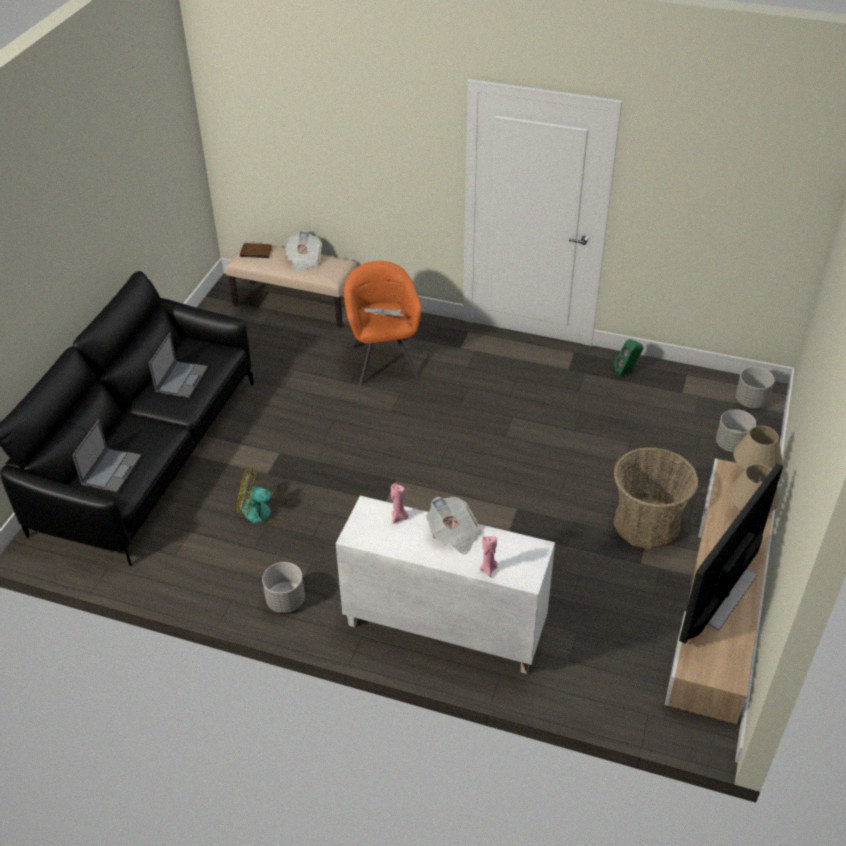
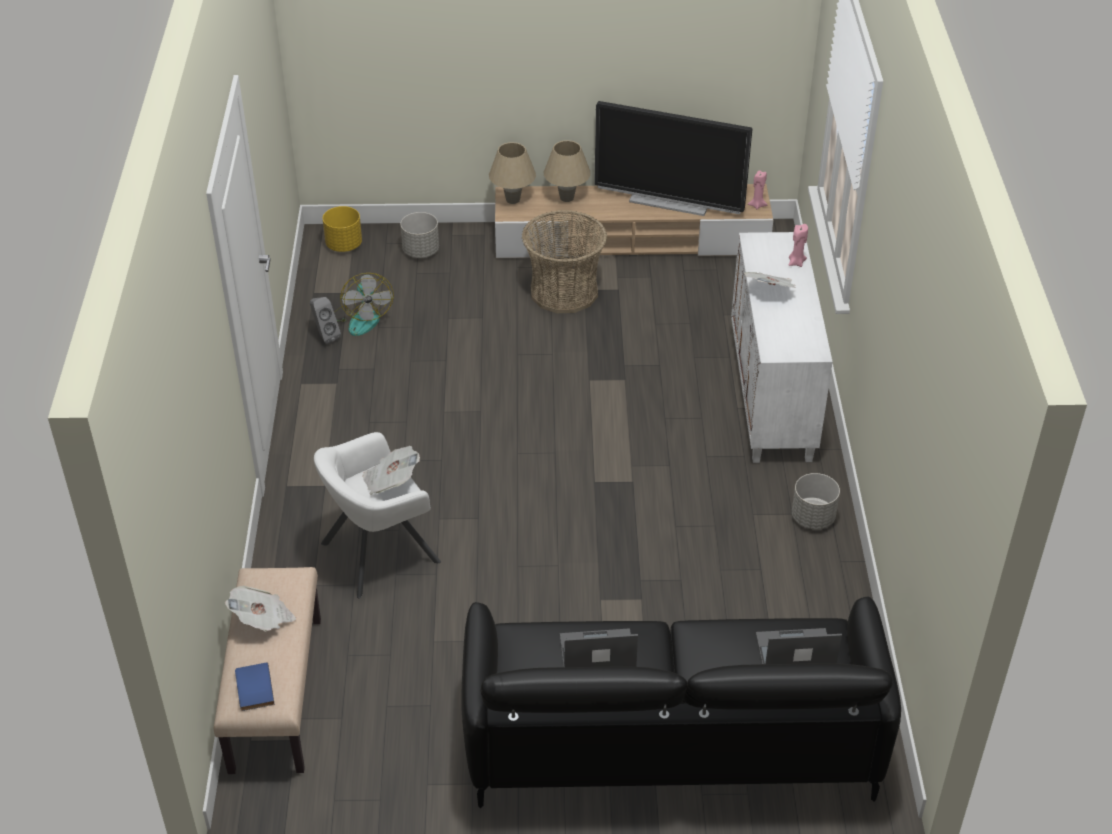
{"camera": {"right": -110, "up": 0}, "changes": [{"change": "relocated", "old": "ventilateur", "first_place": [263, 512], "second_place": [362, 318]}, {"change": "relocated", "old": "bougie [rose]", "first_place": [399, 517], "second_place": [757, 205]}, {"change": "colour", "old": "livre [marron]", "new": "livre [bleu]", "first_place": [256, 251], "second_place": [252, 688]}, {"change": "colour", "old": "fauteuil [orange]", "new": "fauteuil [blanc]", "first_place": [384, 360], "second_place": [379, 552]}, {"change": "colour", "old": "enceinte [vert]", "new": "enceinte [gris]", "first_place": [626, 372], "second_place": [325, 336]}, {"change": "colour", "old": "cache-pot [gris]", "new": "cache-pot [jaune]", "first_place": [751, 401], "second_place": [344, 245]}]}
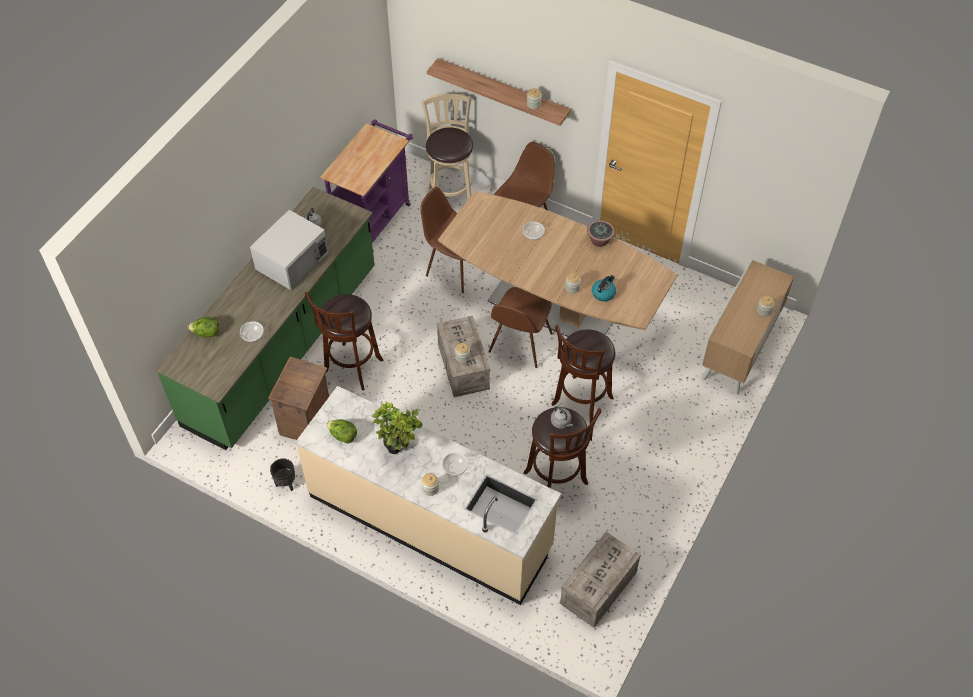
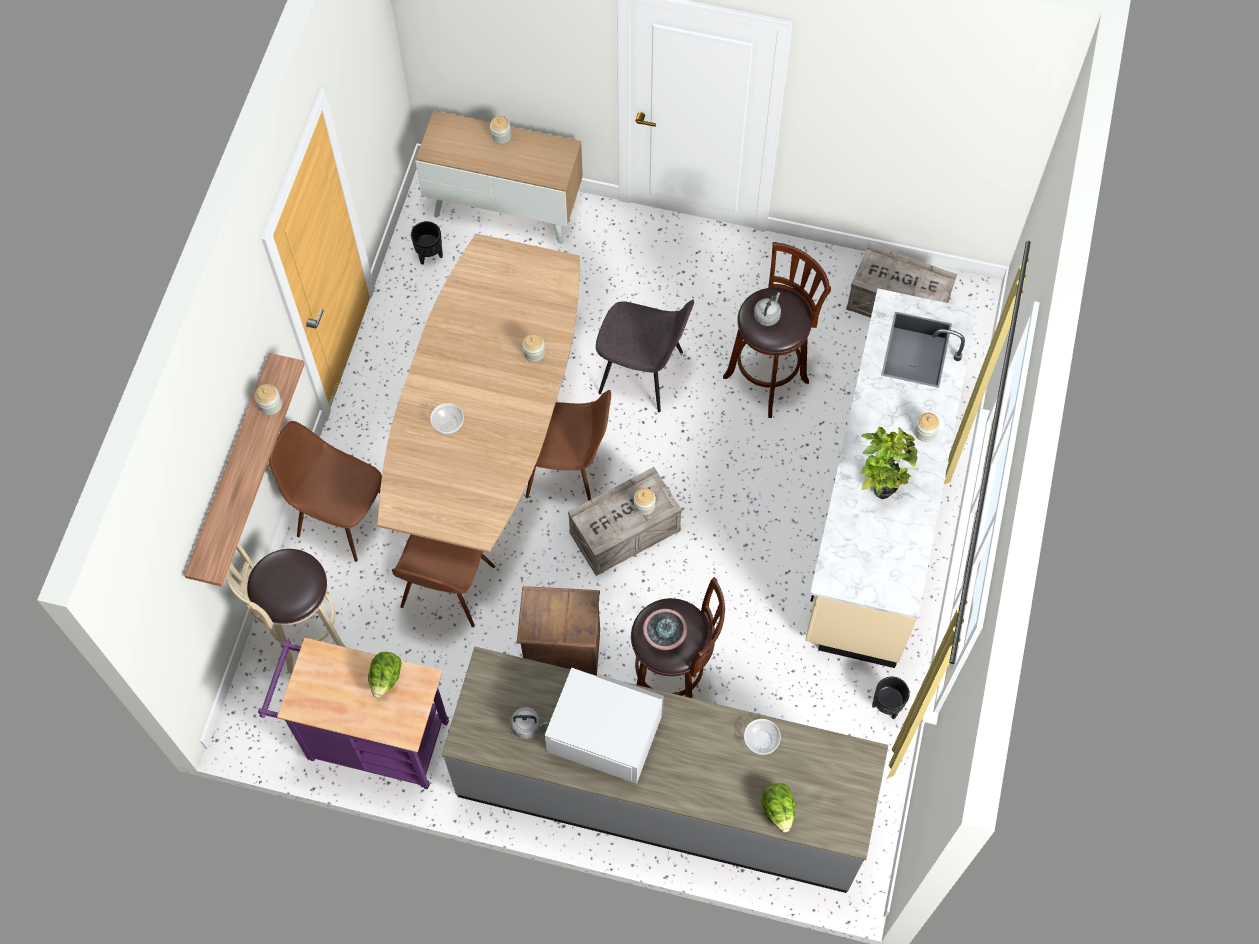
{"camera": {"right": -105, "up": 10}, "changes": [{"change": "missing", "old": "bol", "first_place": [455, 468]}, {"change": "missing", "old": "bouilloire", "first_place": [603, 293]}, {"change": "appeared", "new": "cache-pot [noir]", "second_place": [429, 255]}, {"change": "relocated", "old": "caisse", "first_place": [306, 420], "second_place": [562, 651]}, {"change": "relocated", "old": "laitue", "first_place": [343, 436], "second_place": [386, 678]}, {"change": "relocated", "old": "plante en pot", "first_place": [599, 241], "second_place": [664, 638]}, {"change": "exchanged", "old": "tabouret [marron]", "new": "chaise [gris]", "first_place": [580, 403], "second_place": [643, 373]}, {"change": "colour", "old": "comptoir de cuisine [vert]", "new": "comptoir de cuisine [gris]", "first_place": [283, 346], "second_place": [662, 793]}]}
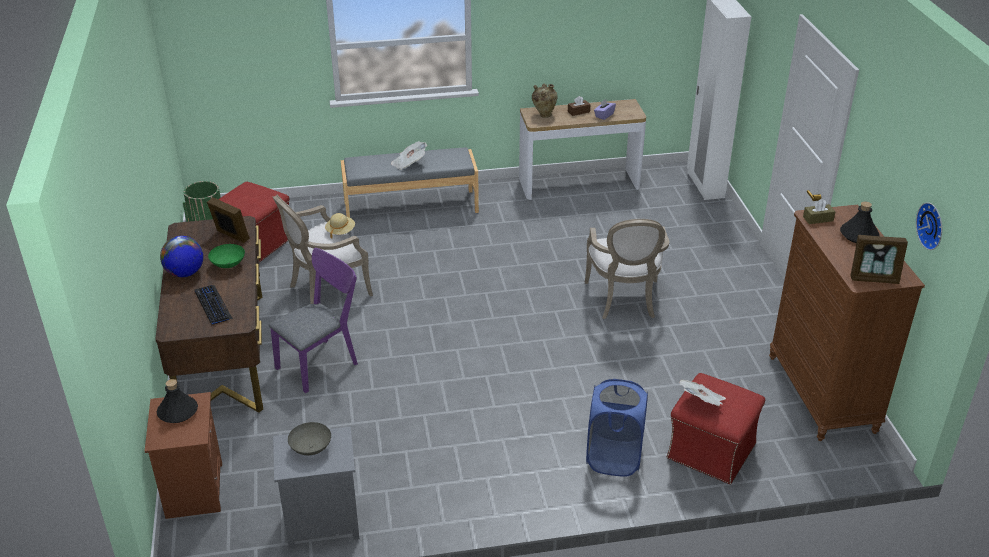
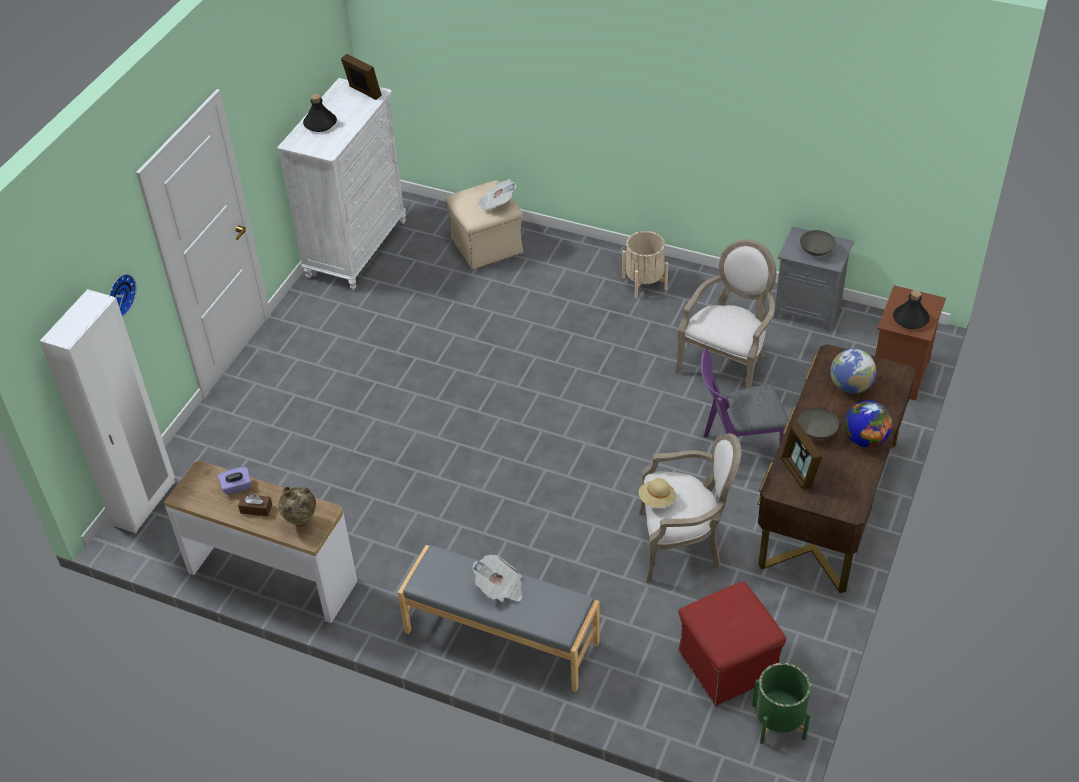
{"camera": {"right": -145, "up": 10}, "changes": [{"change": "missing", "old": "panier à linge [bleu]", "first_place": [614, 458]}, {"change": "missing", "old": "boîte à mouchoirs [marron]", "first_place": [818, 219]}, {"change": "appeared", "new": "cache-pot [beige]", "second_place": [644, 283]}, {"change": "relocated", "old": "fauteuil", "first_place": [624, 301], "second_place": [728, 364]}, {"change": "relocated", "old": "horloge murale", "first_place": [932, 225], "second_place": [119, 295]}, {"change": "exchanged", "old": "clavier", "new": "globe", "first_place": [213, 305], "second_place": [850, 386]}, {"change": "colour", "old": "bol [vert]", "new": "bol [gris]", "first_place": [229, 265], "second_place": [816, 432]}, {"change": "colour", "old": "pouf [rouge]", "new": "pouf [beige]", "first_place": [710, 451], "second_place": [487, 246]}, {"change": "colour", "old": "commode [marron]", "new": "commode [blanc]", "first_place": [822, 394], "second_place": [356, 248]}]}
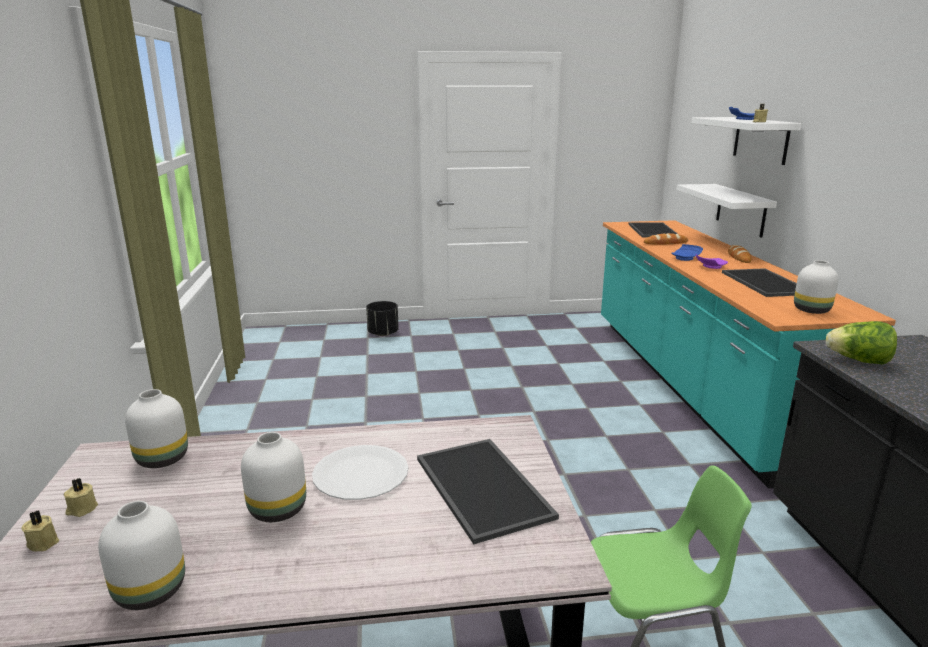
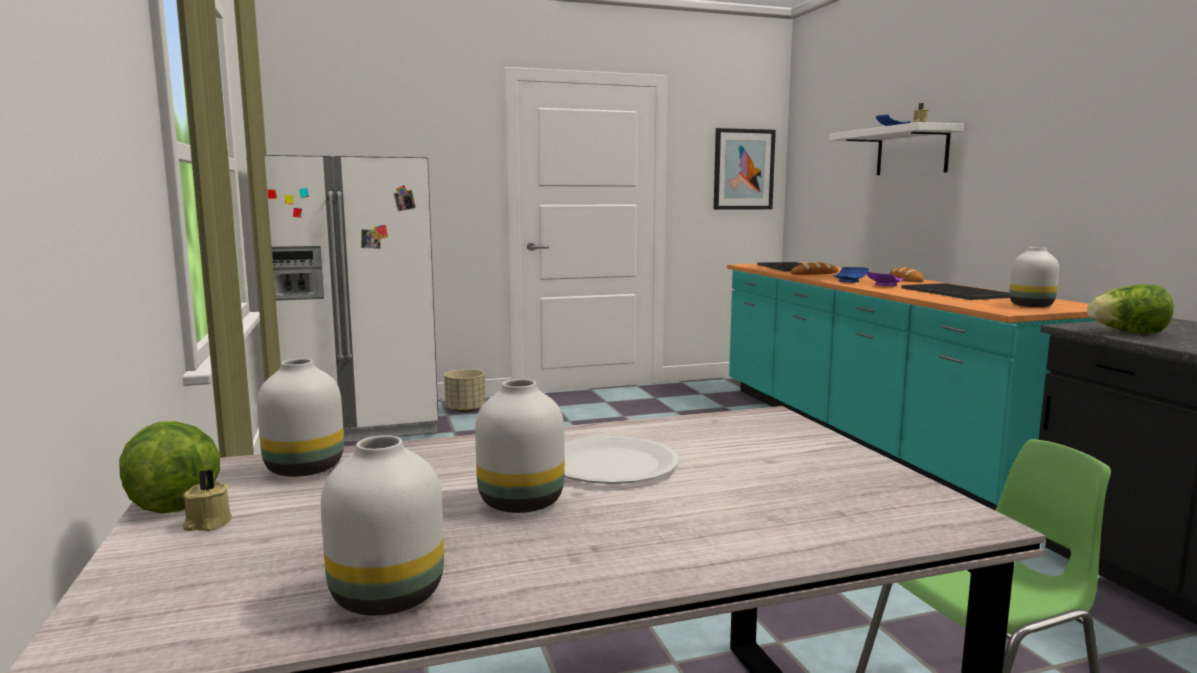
{"camera": {"right": -10, "up": -10}, "changes": [{"change": "missing", "old": "bougie [beige]", "first_place": [44, 542]}, {"change": "missing", "old": "plateau", "first_place": [485, 487]}, {"change": "missing", "old": "étagère [blanc]", "first_place": [741, 210]}, {"change": "appeared", "new": "laitue", "second_place": [170, 500]}, {"change": "appeared", "new": "réfrigérateur [blanc]", "second_place": [357, 423]}, {"change": "appeared", "new": "tableau", "second_place": [743, 169]}, {"change": "colour", "old": "cache-pot [noir]", "new": "cache-pot [beige]", "first_place": [383, 333], "second_place": [465, 410]}]}
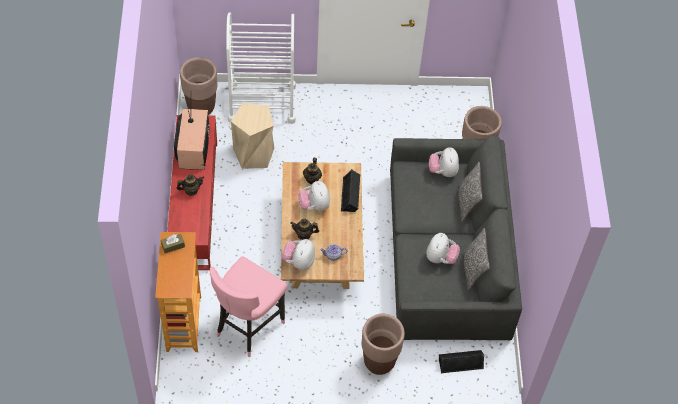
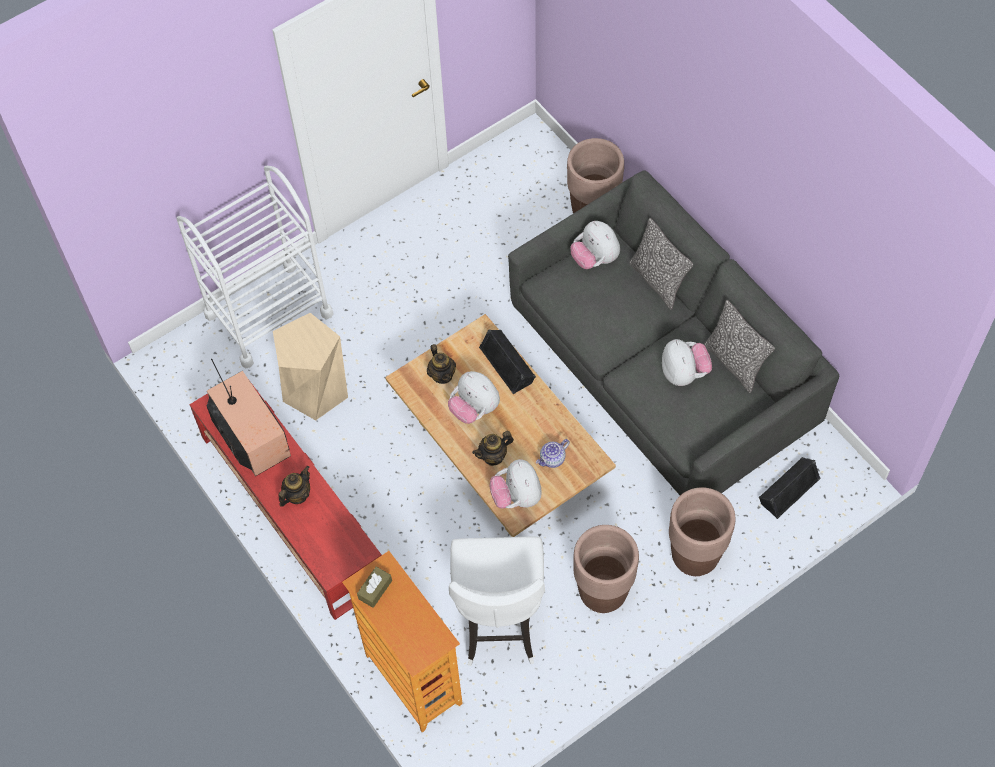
{"camera": {"right": -30, "up": 5}, "changes": [{"change": "relocated", "old": "cache-pot [marron]", "first_place": [201, 108], "second_place": [603, 593]}, {"change": "colour", "old": "tabouret [rose]", "new": "tabouret [blanc]", "first_place": [248, 327], "second_place": [499, 626]}]}
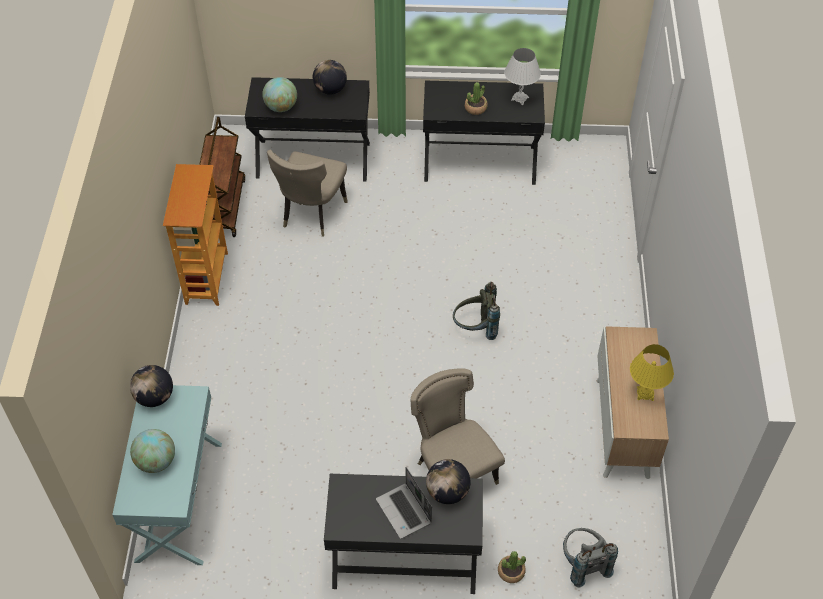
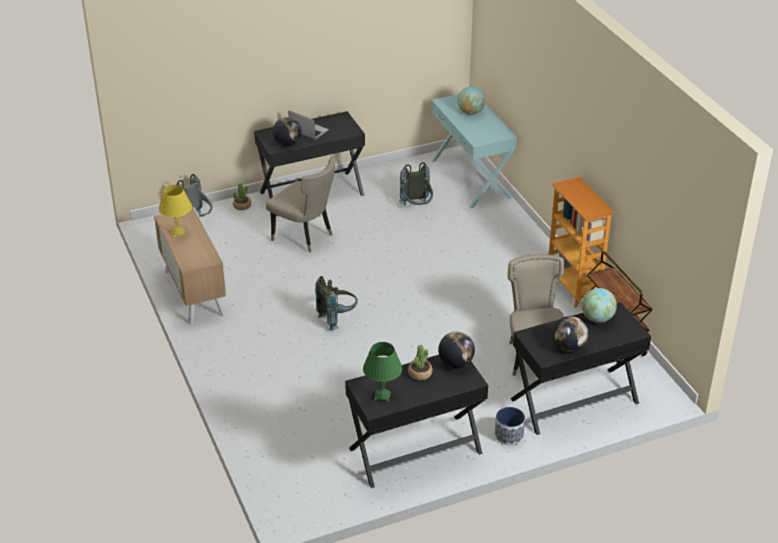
{"camera": {"right": 155, "up": -15}, "changes": [{"change": "appeared", "new": "sac à dos [gris]", "second_place": [417, 208]}, {"change": "appeared", "new": "cache-pot", "second_place": [508, 435]}, {"change": "relocated", "old": "globe", "first_place": [154, 397], "second_place": [456, 363]}, {"change": "colour", "old": "lampe de table [blanc]", "new": "lampe de table [vert]", "first_place": [519, 99], "second_place": [382, 396]}]}
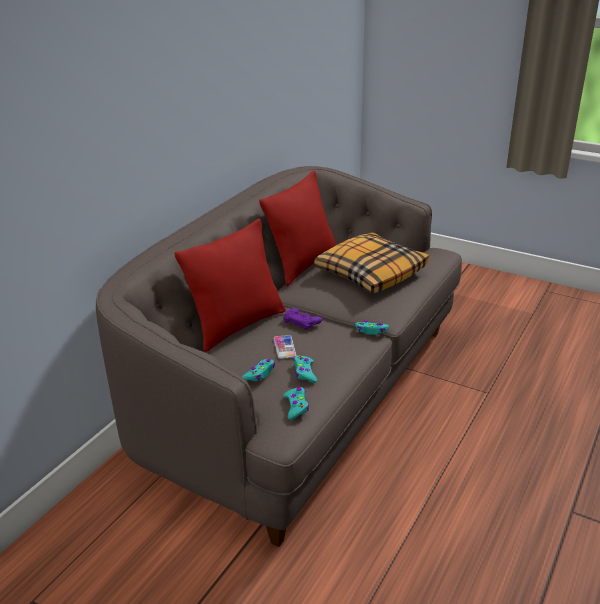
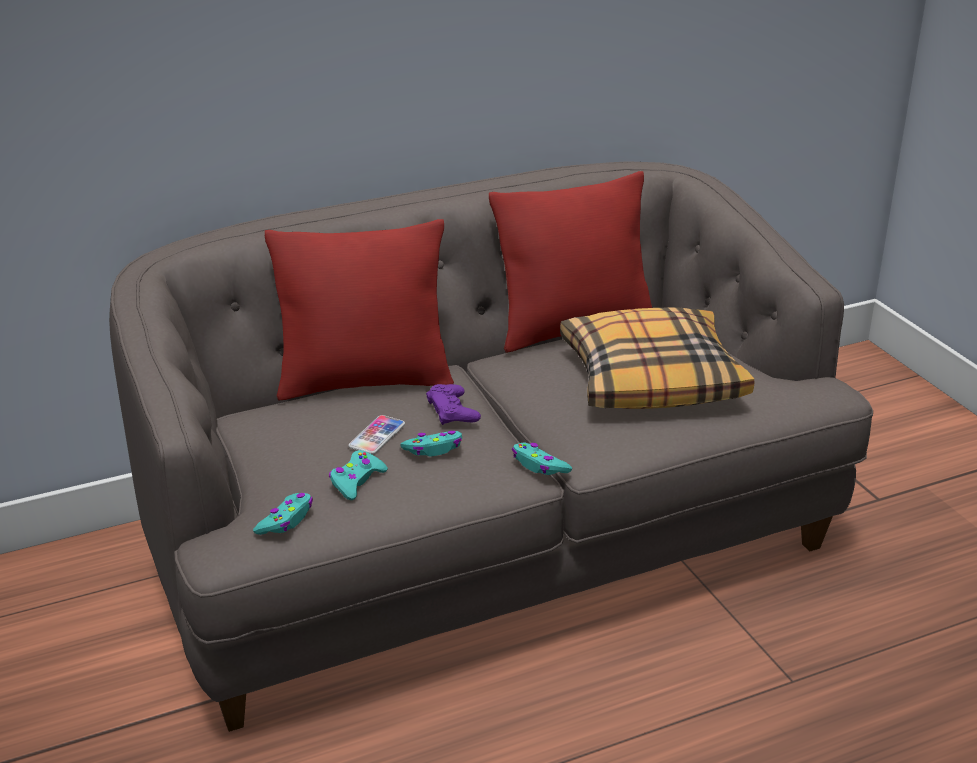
{"camera": {"right": 35, "up": 0}, "changes": [{"change": "relocated", "old": "manette [turquoise]", "first_place": [259, 374], "second_place": [434, 449]}]}
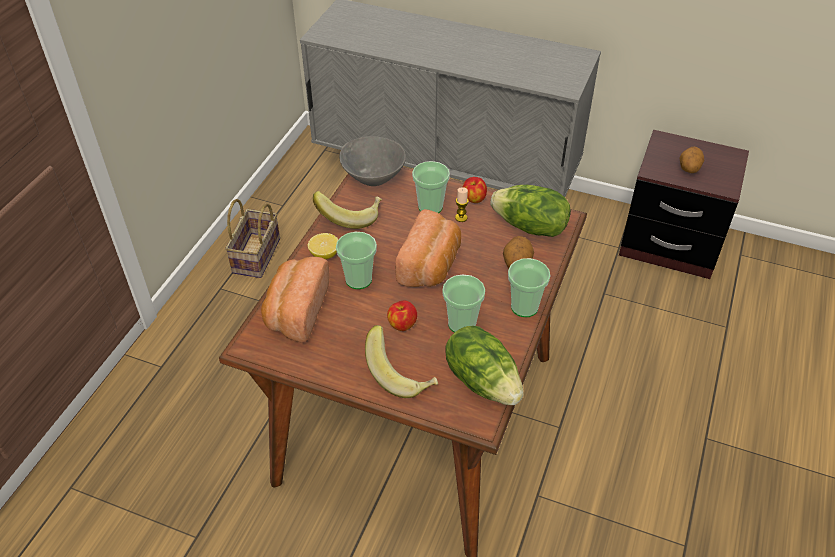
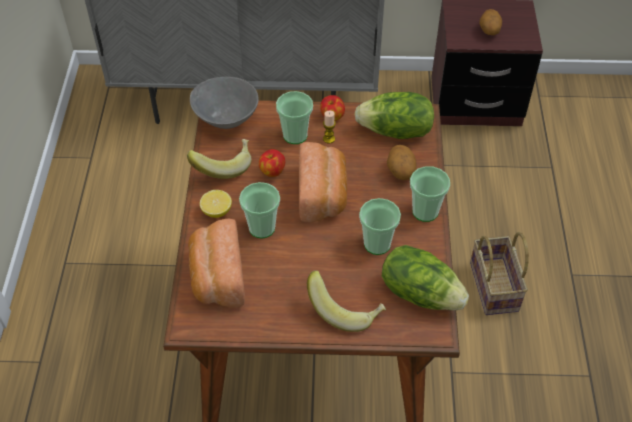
{"camera": {"right": -20, "up": 5}, "changes": [{"change": "relocated", "old": "panier", "first_place": [257, 257], "second_place": [495, 288]}, {"change": "relocated", "old": "pomme", "first_place": [402, 324], "second_place": [272, 171]}]}
